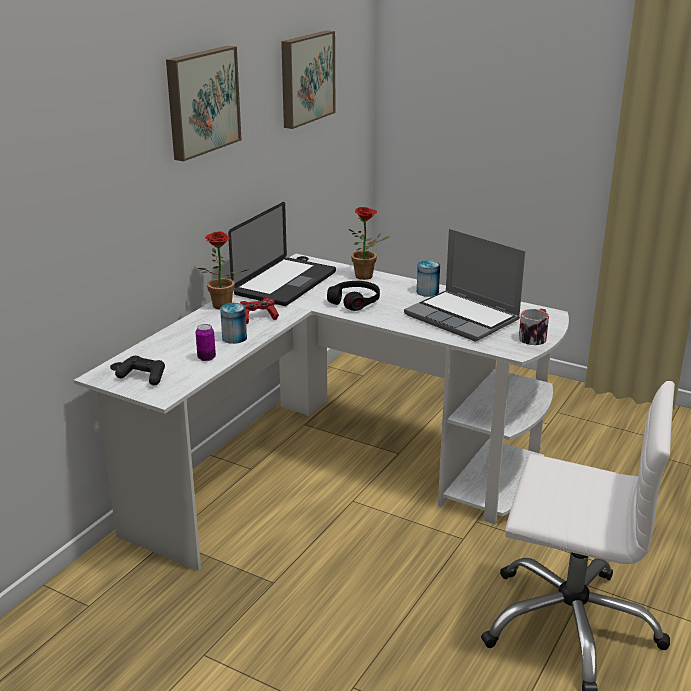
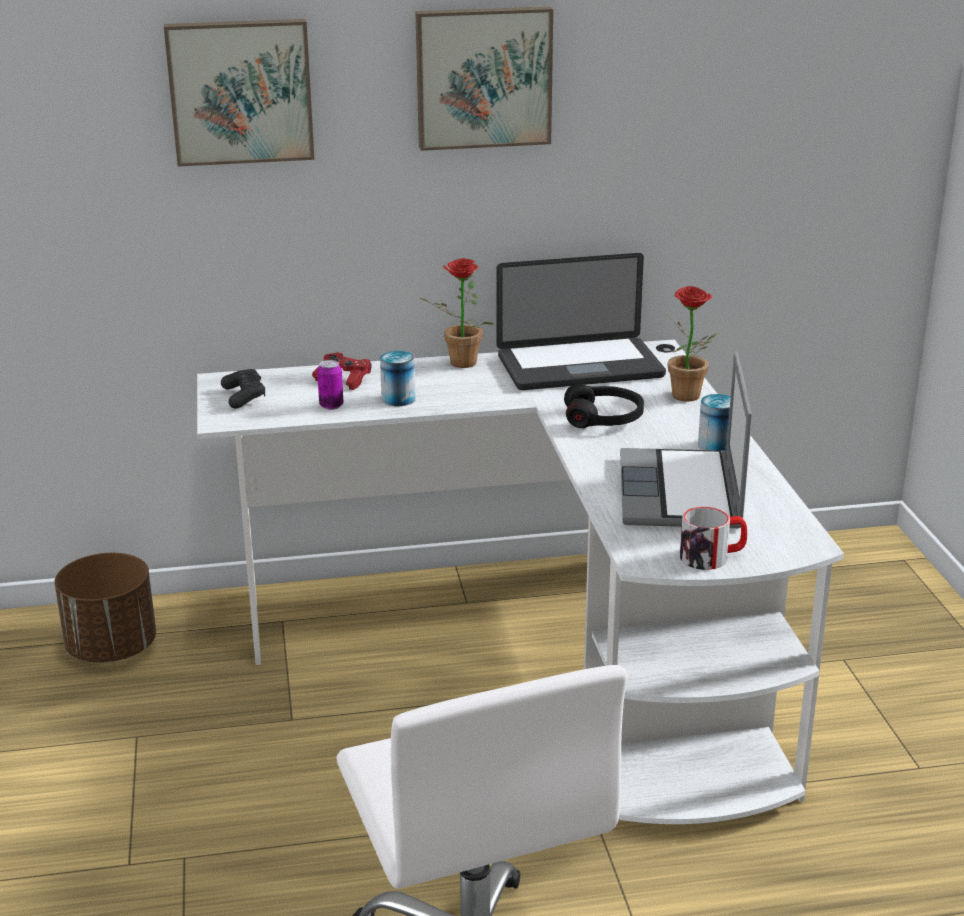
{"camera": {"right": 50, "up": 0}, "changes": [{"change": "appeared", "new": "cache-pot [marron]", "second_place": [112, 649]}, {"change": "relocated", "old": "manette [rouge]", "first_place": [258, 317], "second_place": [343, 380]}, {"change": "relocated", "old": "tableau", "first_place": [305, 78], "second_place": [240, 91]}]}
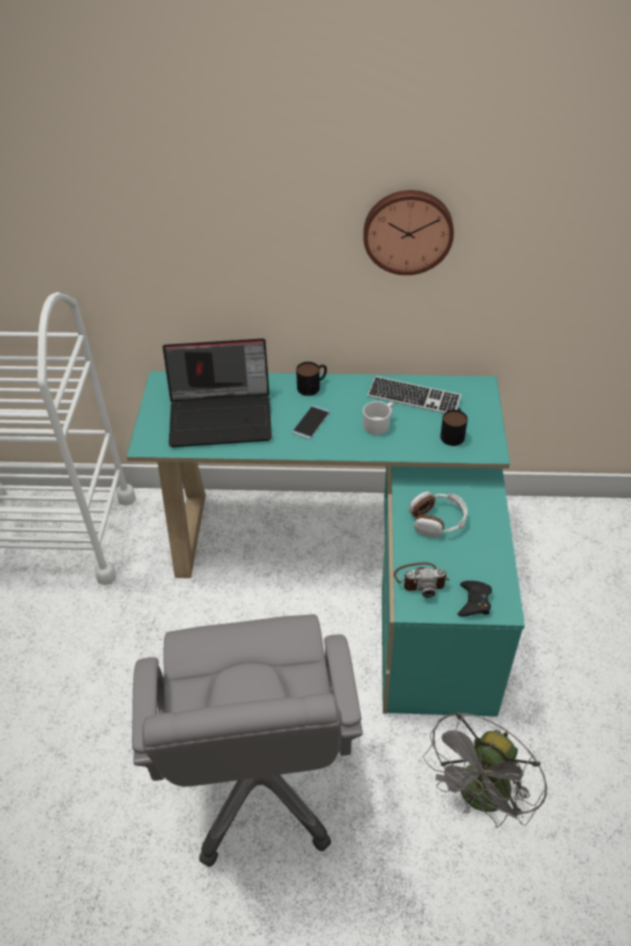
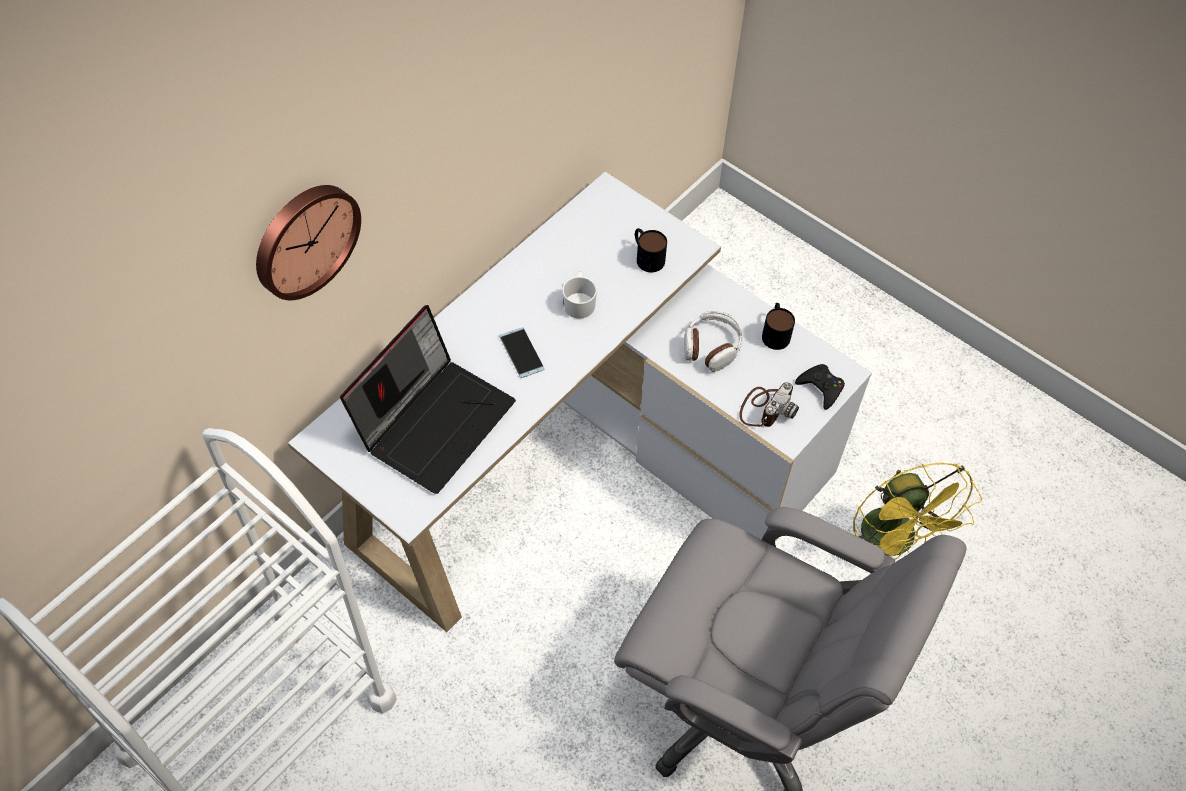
{"camera": {"right": -55, "up": 10}, "changes": [{"change": "missing", "old": "clavier", "first_place": [413, 397]}, {"change": "relocated", "old": "mug", "first_place": [313, 386], "second_place": [775, 332]}, {"change": "relocated", "old": "horloge murale", "first_place": [408, 231], "second_place": [304, 239]}, {"change": "colour", "old": "bureau [turquoise]", "new": "bureau [blanc]", "first_place": [353, 567], "second_place": [583, 463]}, {"change": "colour", "old": "ventilateur [gris]", "new": "ventilateur [jaune]", "first_place": [480, 798], "second_place": [895, 543]}]}
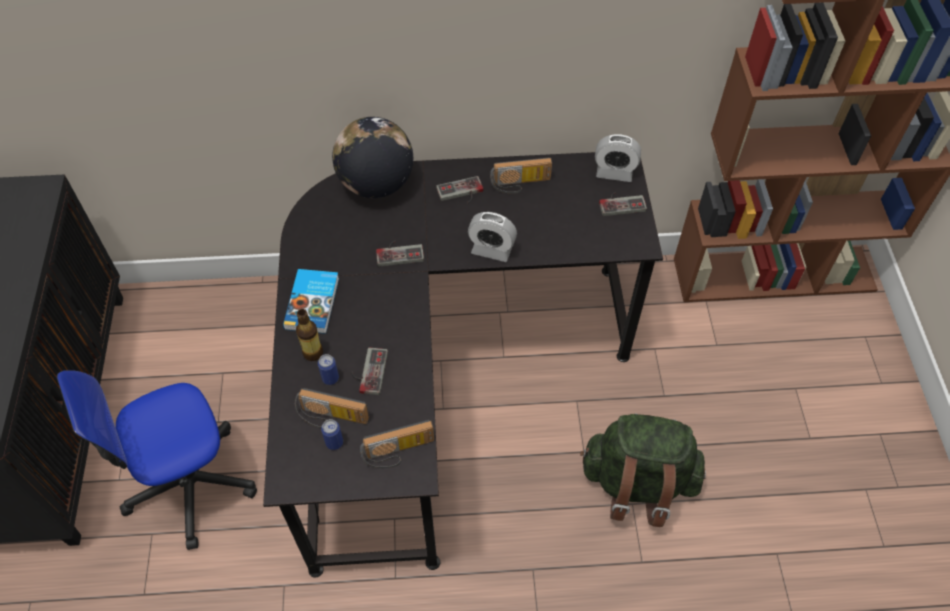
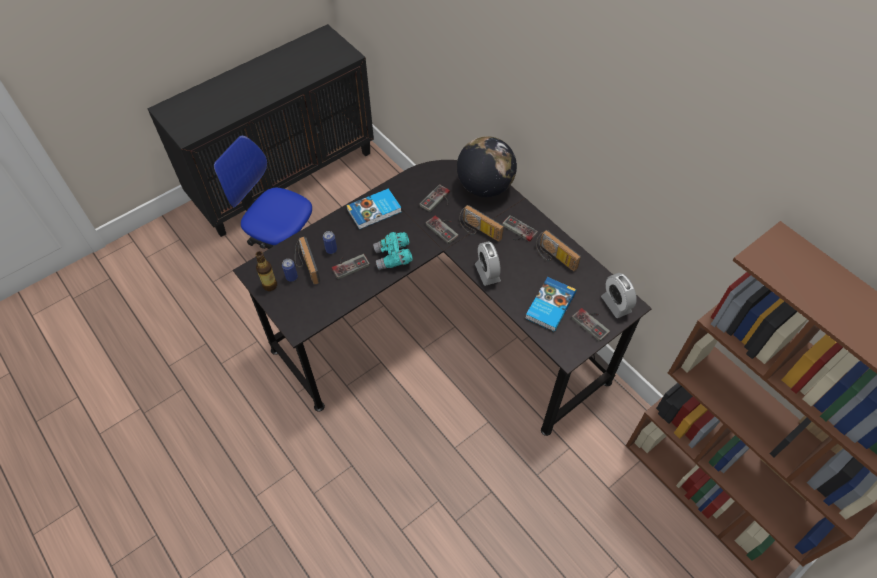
{"camera": {"right": 55, "up": 0}, "changes": [{"change": "missing", "old": "sac à dos [vert]", "first_place": [637, 483]}, {"change": "appeared", "new": "jumelles [turquoise]", "second_place": [393, 257]}, {"change": "appeared", "new": "manette", "second_place": [437, 201]}, {"change": "appeared", "new": "livre", "second_place": [549, 305]}, {"change": "relocated", "old": "bouteille", "first_place": [313, 352], "second_place": [270, 285]}, {"change": "relocated", "old": "radio", "first_place": [399, 453], "second_place": [478, 231]}]}
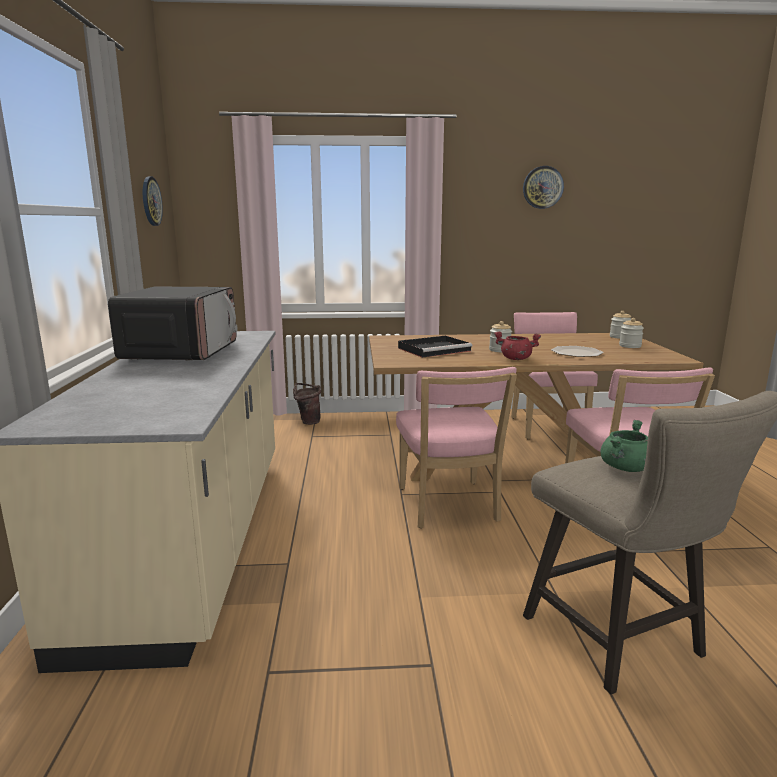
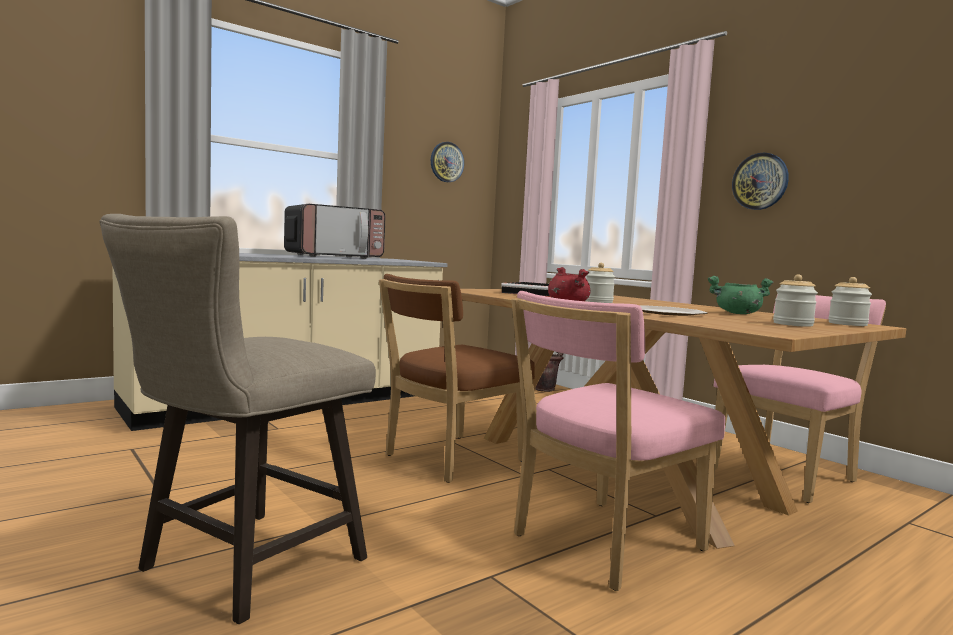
{"camera": {"right": 55, "up": -10}, "changes": [{"change": "relocated", "old": "horloge murale", "first_place": [542, 187], "second_place": [760, 181]}, {"change": "relocated", "old": "marmite [vert]", "first_place": [625, 468], "second_place": [737, 313]}, {"change": "colour", "old": "chaise [rose]", "new": "chaise [marron]", "first_place": [449, 507], "second_place": [449, 459]}]}
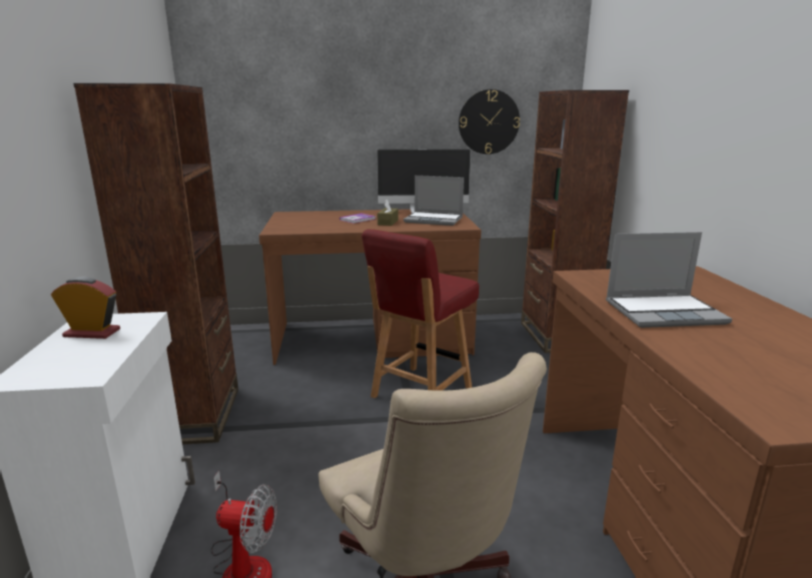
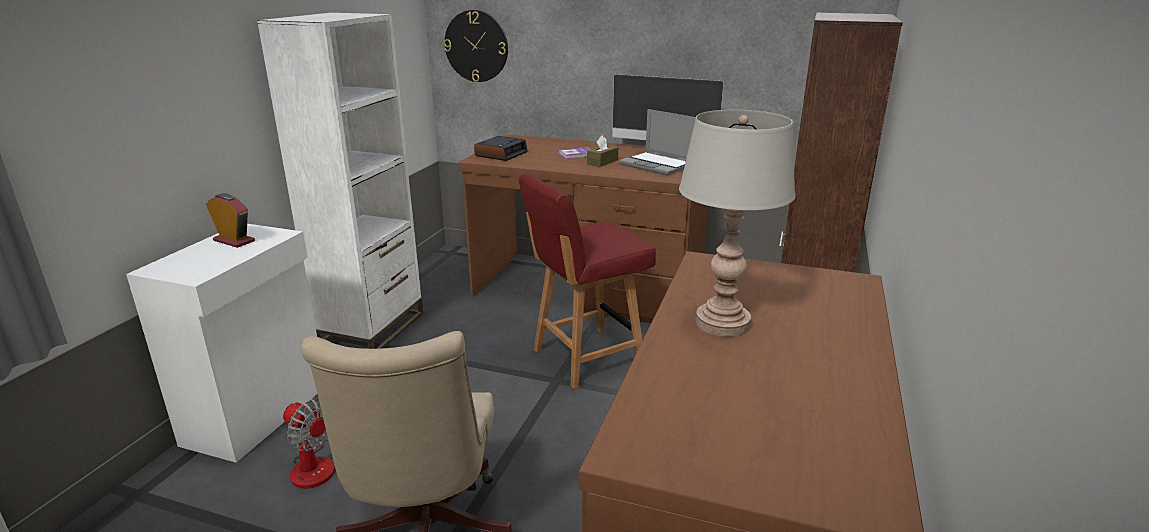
{"camera": {"right": 25, "up": 5}, "changes": [{"change": "appeared", "new": "réveil", "second_place": [501, 154]}, {"change": "relocated", "old": "horloge murale", "first_place": [488, 122], "second_place": [476, 46]}, {"change": "exchanged", "old": "ordinateur portable", "new": "lampe de table [gris]", "first_place": [664, 312], "second_place": [722, 323]}, {"change": "colour", "old": "bibliothèque [marron]", "new": "bibliothèque [blanc]", "first_place": [195, 415], "second_place": [372, 329]}]}
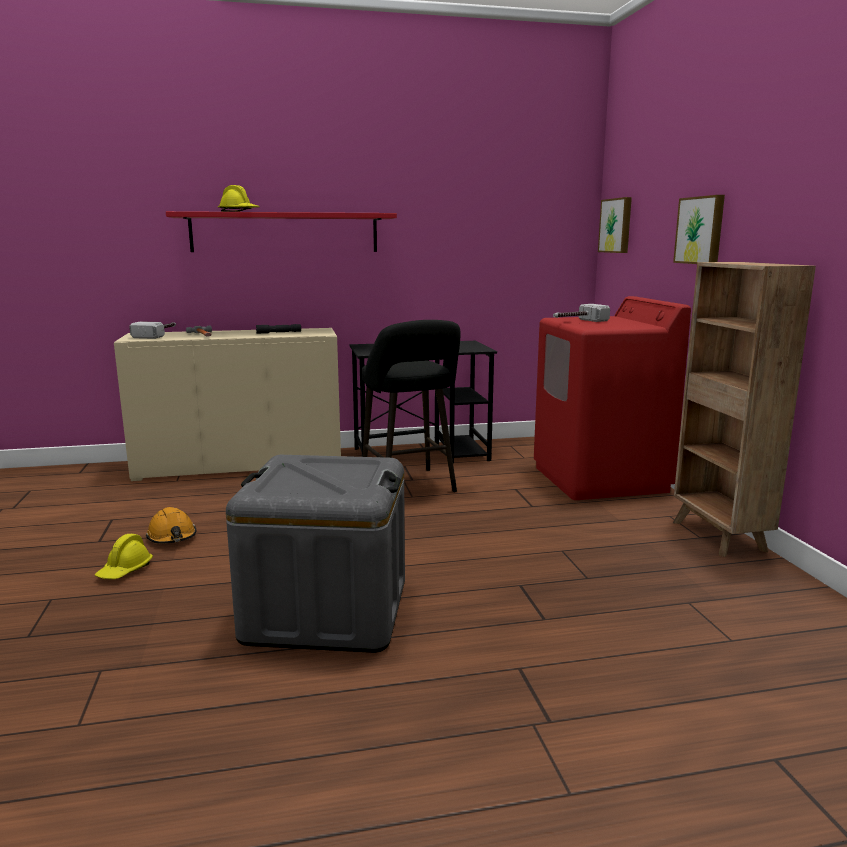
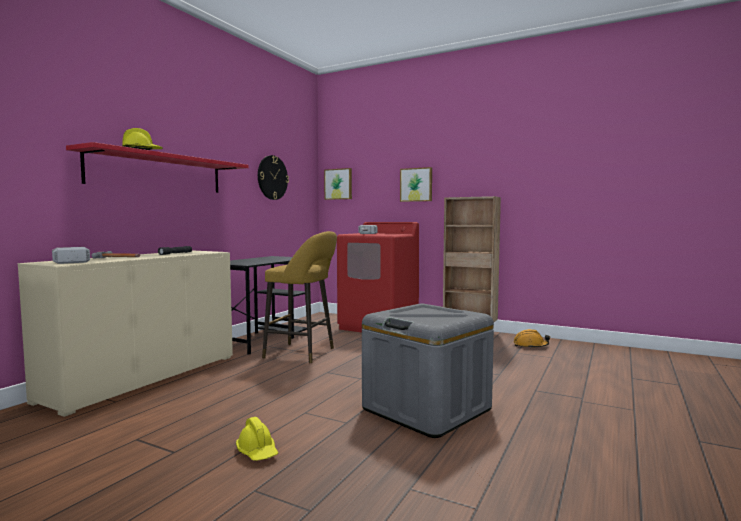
{"camera": {"right": -50, "up": -10}, "changes": [{"change": "appeared", "new": "horloge murale", "second_place": [272, 177]}, {"change": "relocated", "old": "casque de chantier [orange]", "first_place": [172, 537], "second_place": [530, 346]}, {"change": "colour", "old": "tabouret [noir]", "new": "tabouret [jaune]", "first_place": [410, 487], "second_place": [303, 353]}]}
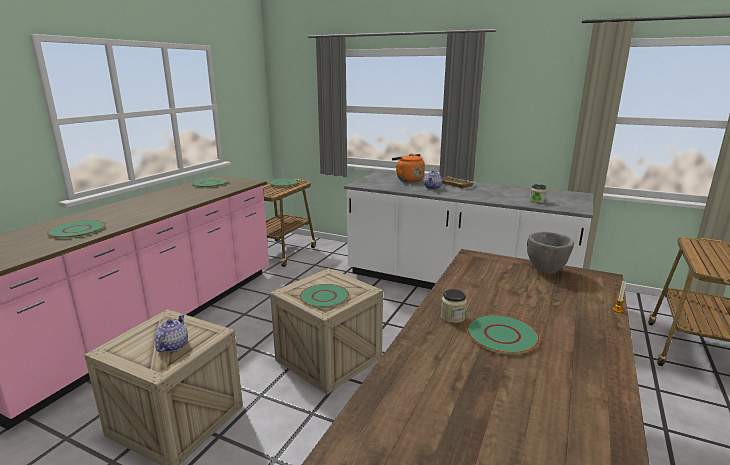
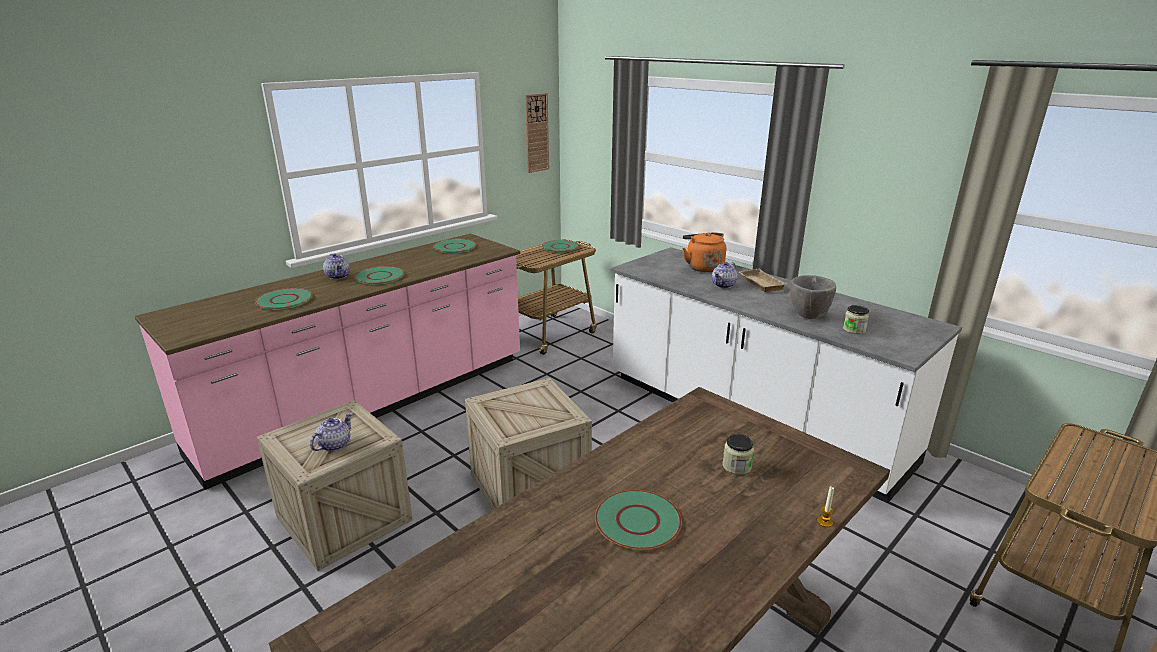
{"camera": {"right": 20, "up": 5}, "changes": [{"change": "appeared", "new": "théière", "second_place": [338, 276]}, {"change": "appeared", "new": "horloge murale", "second_place": [536, 133]}, {"change": "relocated", "old": "assiette [vert]", "first_place": [324, 297], "second_place": [380, 276]}, {"change": "relocated", "old": "bocal", "first_place": [452, 317], "second_place": [736, 466]}, {"change": "relocated", "old": "bol [gris]", "first_place": [546, 271], "second_place": [808, 316]}]}
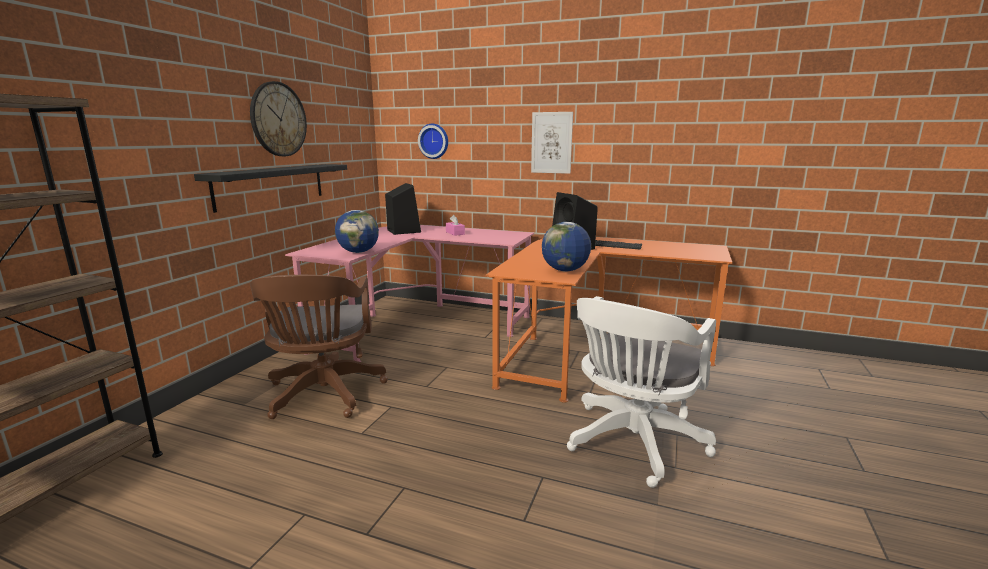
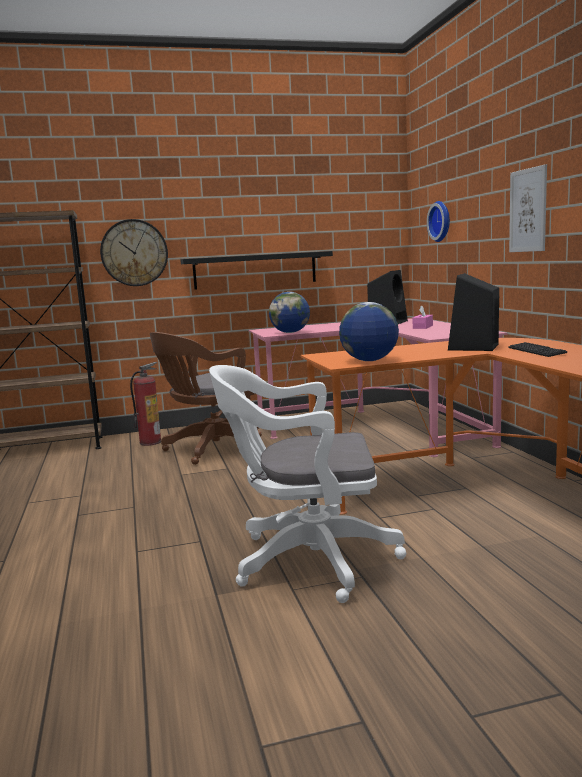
{"camera": {"right": 55, "up": -5}, "changes": [{"change": "appeared", "new": "extincteur", "second_place": [150, 442]}, {"change": "relocated", "old": "horloge murale", "first_place": [278, 119], "second_place": [134, 253]}]}
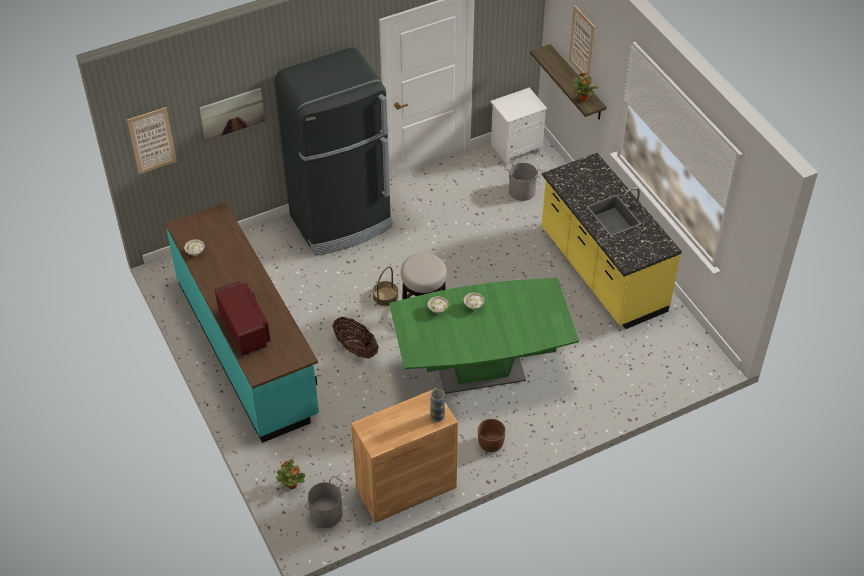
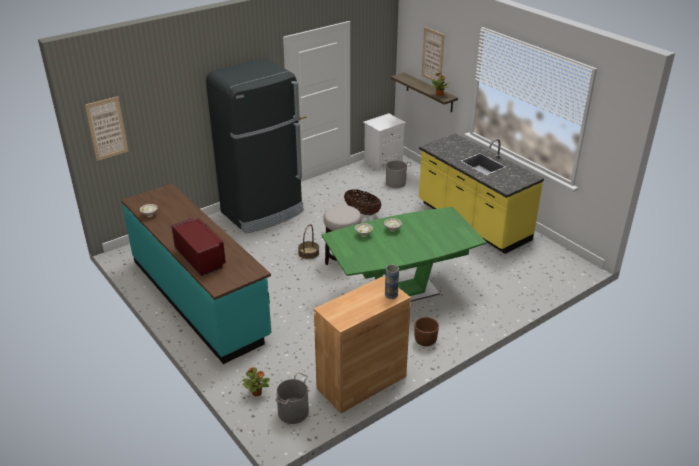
{"camera": {"right": -10, "up": -15}, "changes": [{"change": "missing", "old": "tableau", "first_place": [232, 113]}, {"change": "relocated", "old": "panier", "first_place": [356, 348], "second_place": [362, 212]}]}
